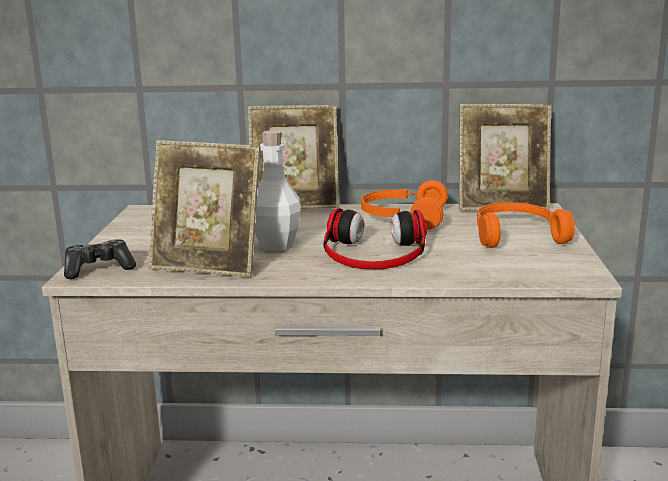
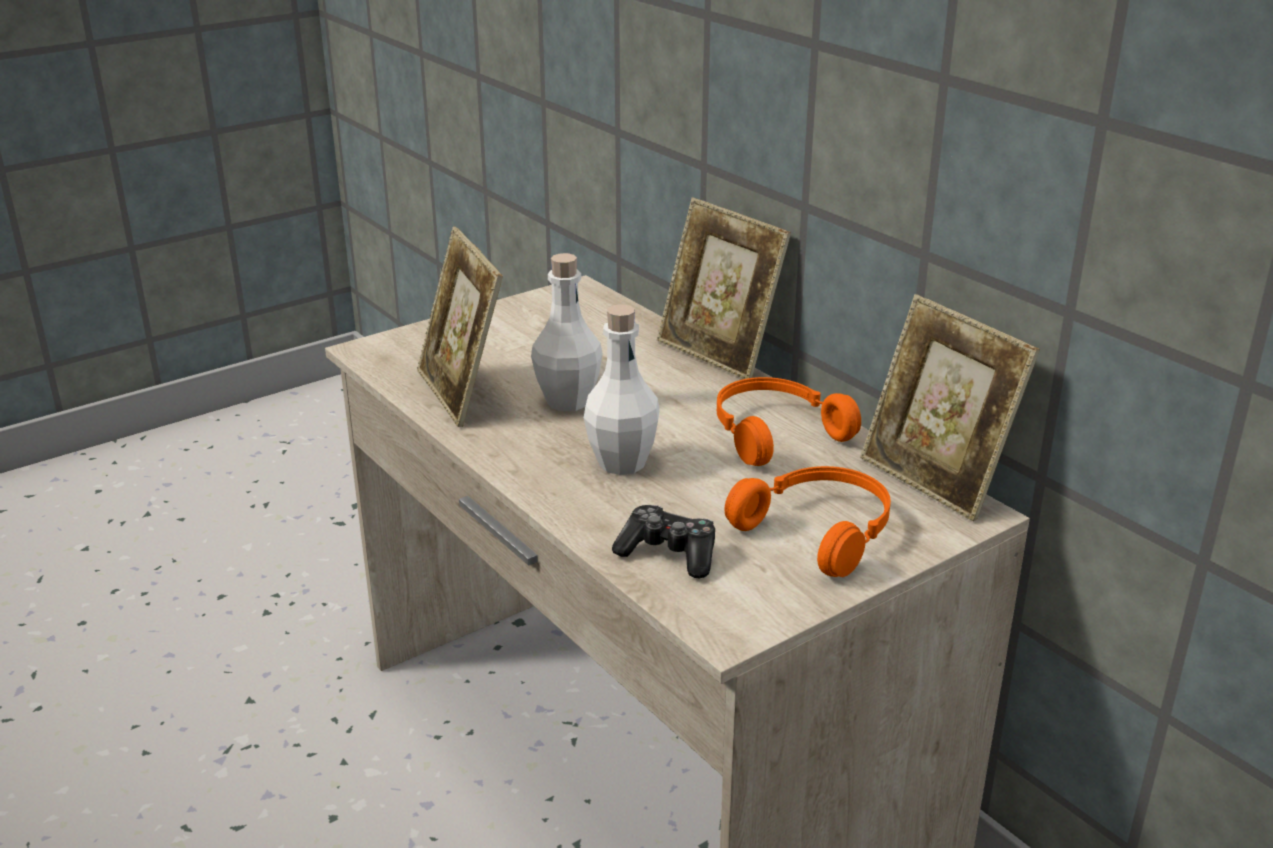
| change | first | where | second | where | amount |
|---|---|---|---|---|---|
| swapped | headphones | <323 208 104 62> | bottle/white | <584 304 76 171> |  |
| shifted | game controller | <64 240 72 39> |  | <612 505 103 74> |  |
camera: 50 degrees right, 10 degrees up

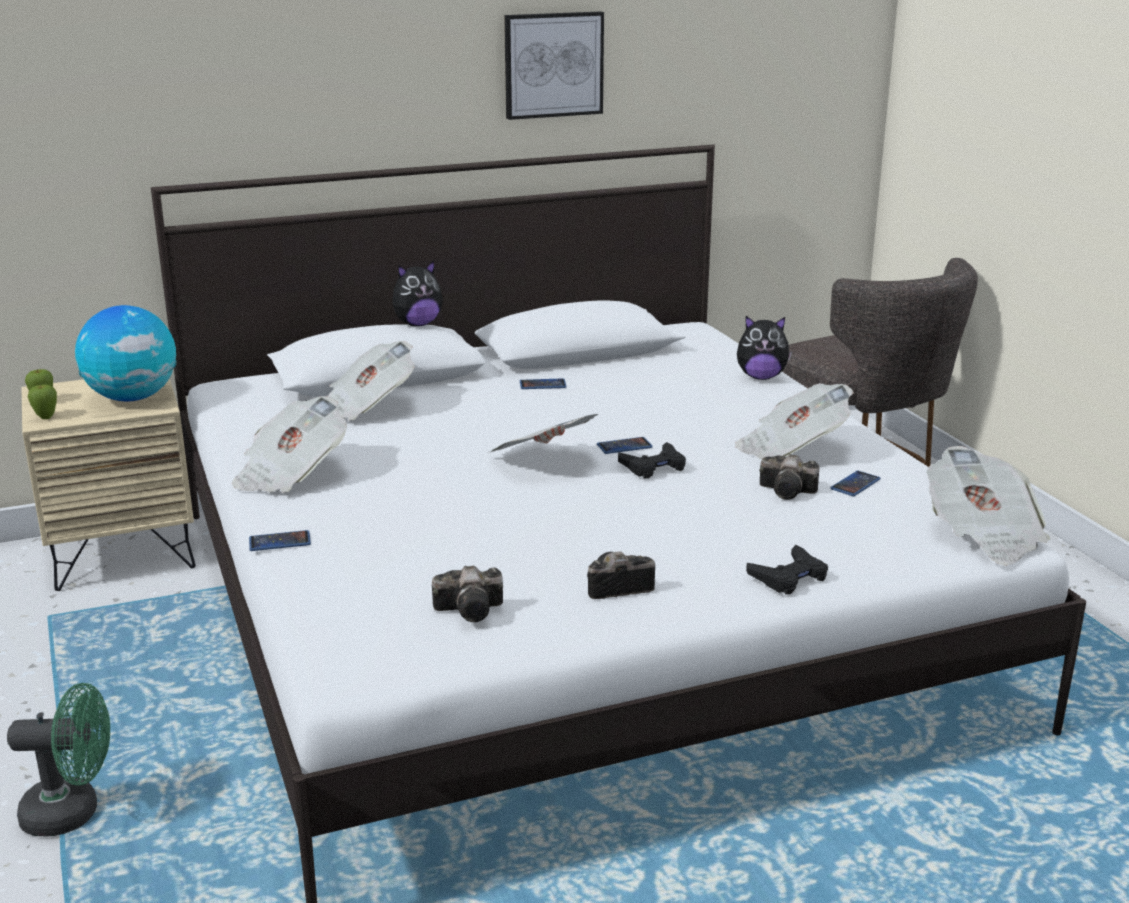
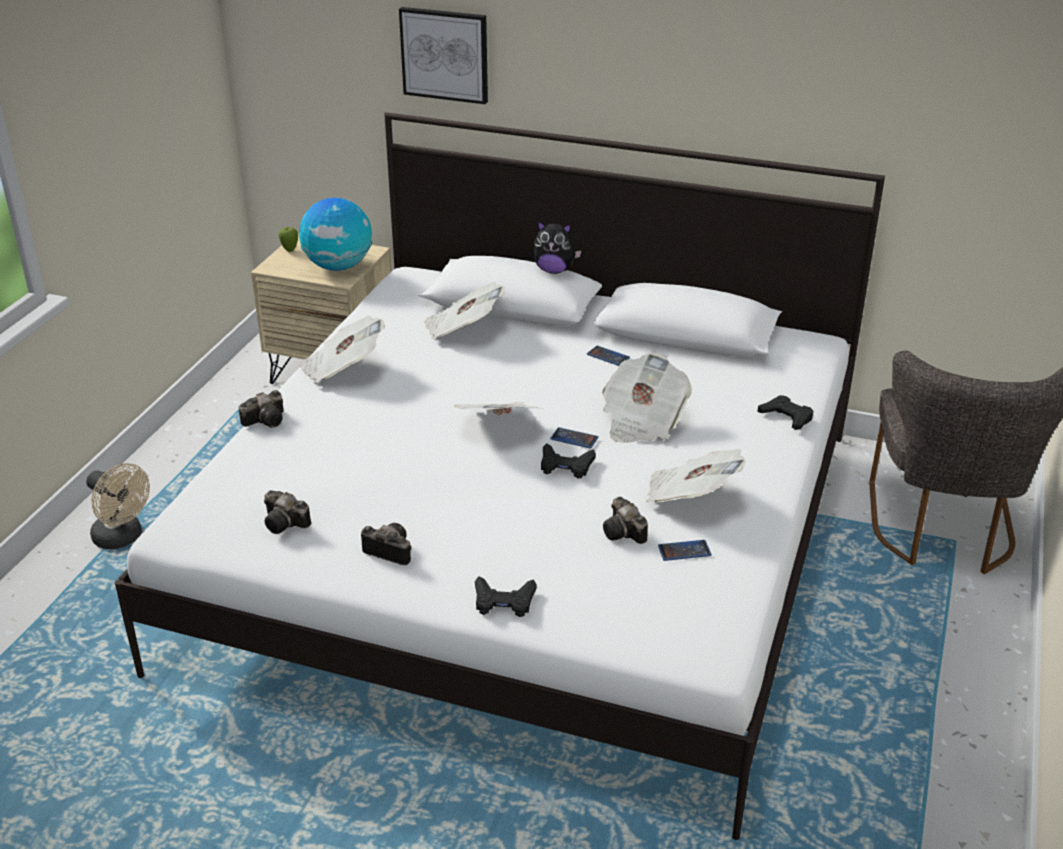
| change | first | where | second | where | amount |
|---|---|---|---|---|---|
| repainted | fan/green | <7 683 103 154> | fan/beige | <86 463 64 86> |  |
| swapped | phone | <249 530 62 21> | photo camera | <239 390 45 38> |  |
| shifted | picture | <504 11 100 109> |  | <399 7 89 97> |  |
| shifted | newspaper | <926 446 124 120> |  | <602 353 90 90> |  |
| swapped | plush toy | <737 316 55 64> | game controller/black | <758 395 56 35> |  |
| gone | apple | <28 384 29 35> |  |  |  |
camera: 40 degrees right, 10 degrees up

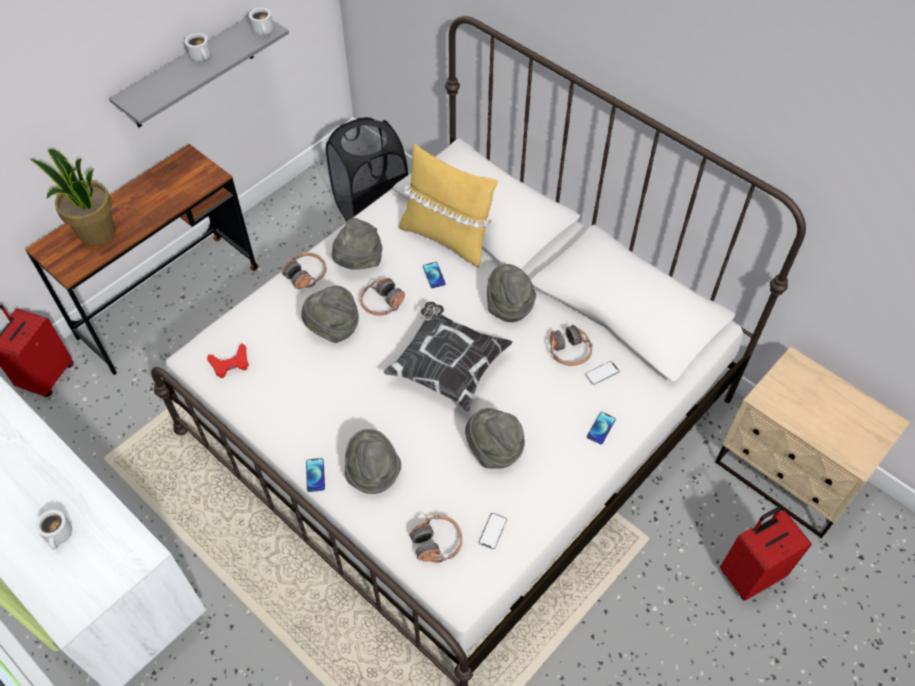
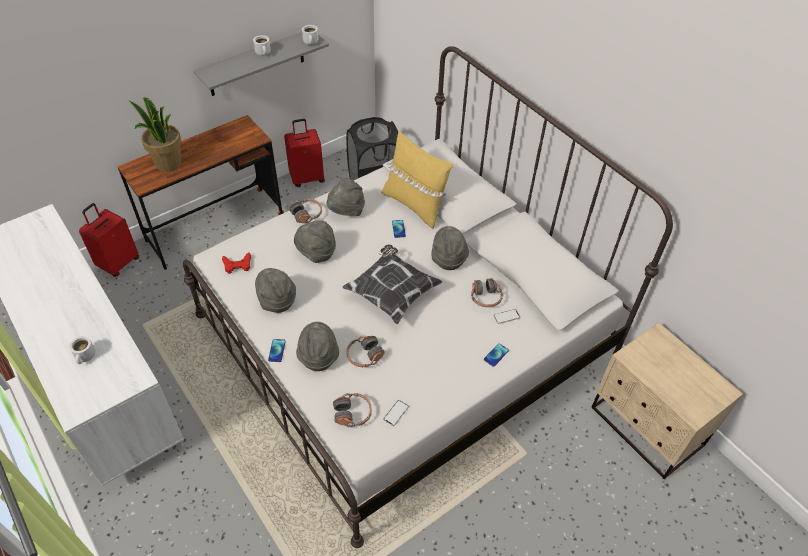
| change | first | where | second | where | amount |
|---|---|---|---|---|---|
| shifted | hat/grey | <465 408 60 61> |  | <255 268 41 45> |  |
| shifted | suitcase/red | <720 506 92 95> |  | <284 119 41 68> |  |
| shifted | headphones | <360 278 45 38> |  | <346 336 39 31> |  |
camera: 10 degrees right, 5 degrees down

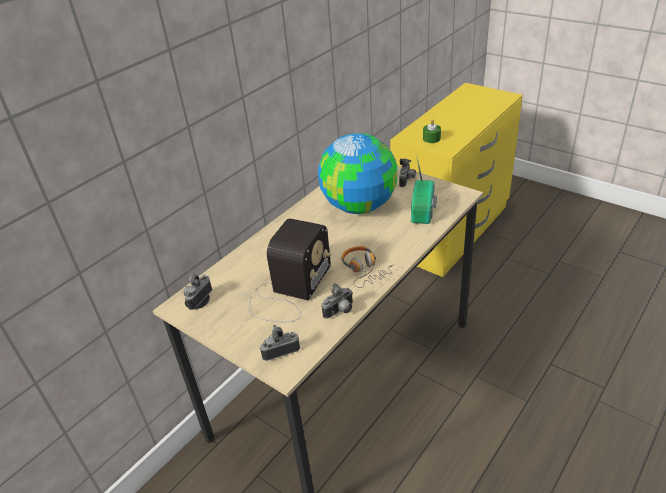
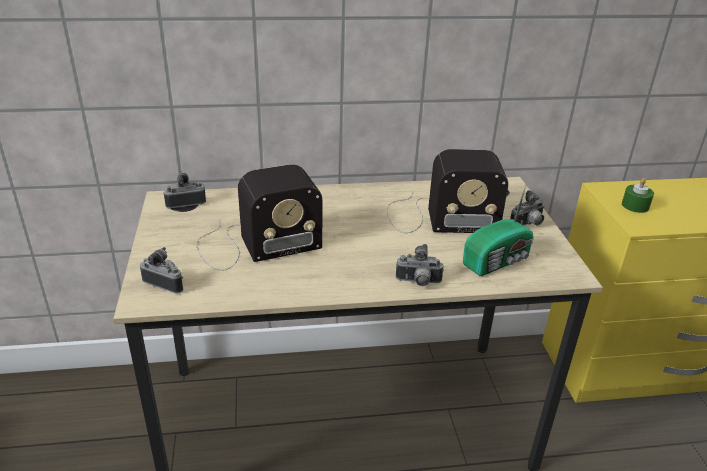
| change | first | where | second | where | amount |
|---|---|---|---|---|---|
| swapped | globe | <318 133 79 81> | radio | <387 149 121 84> |  |
| shifted | photo camera | <322 283 31 36> |  | <396 244 48 42> |  |
| gone | headphones | <341 246 52 42> |  |  |  |
camera: 40 degrees right, 5 degrees down

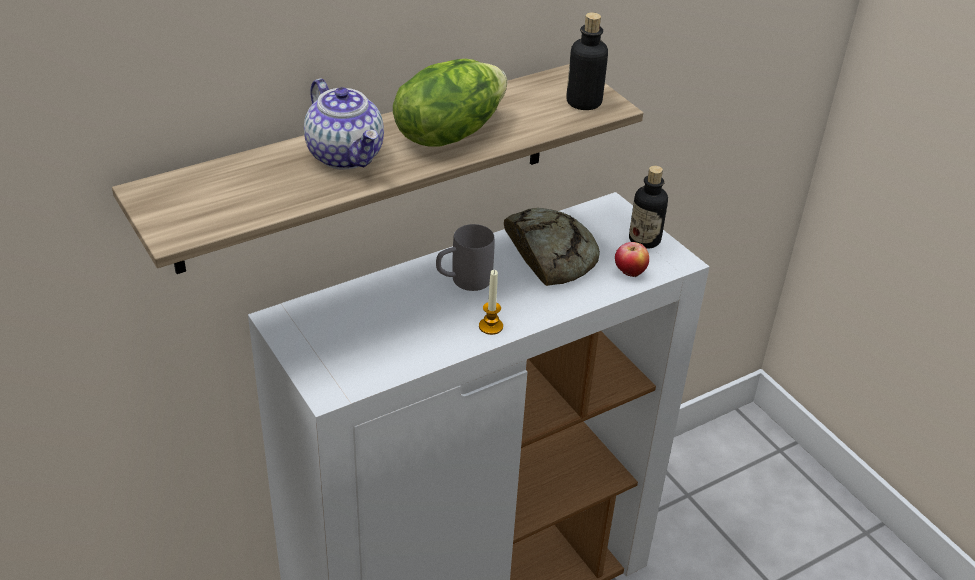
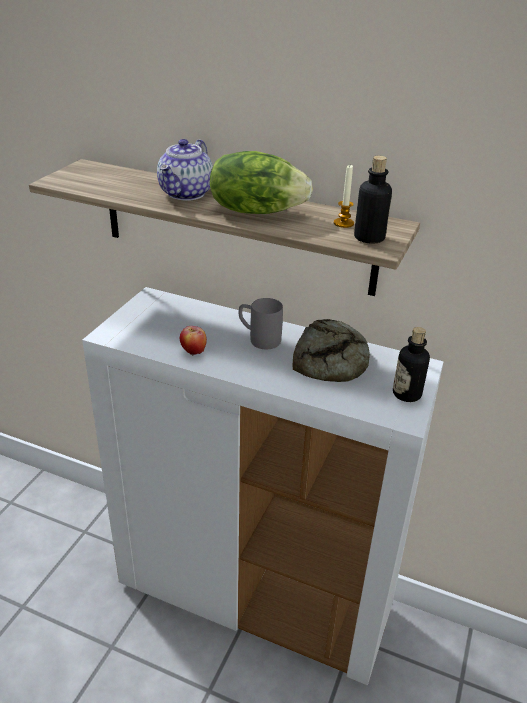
| change | first | where | second | where | amount |
|---|---|---|---|---|---|
| shifted | apple | <615 242 34 35> |  | <180 326 27 29> |  |
| shifted | candle | <479 270 24 65> |  | <334 165 20 63> |  |
camera: 55 degrees right, 5 degrees down

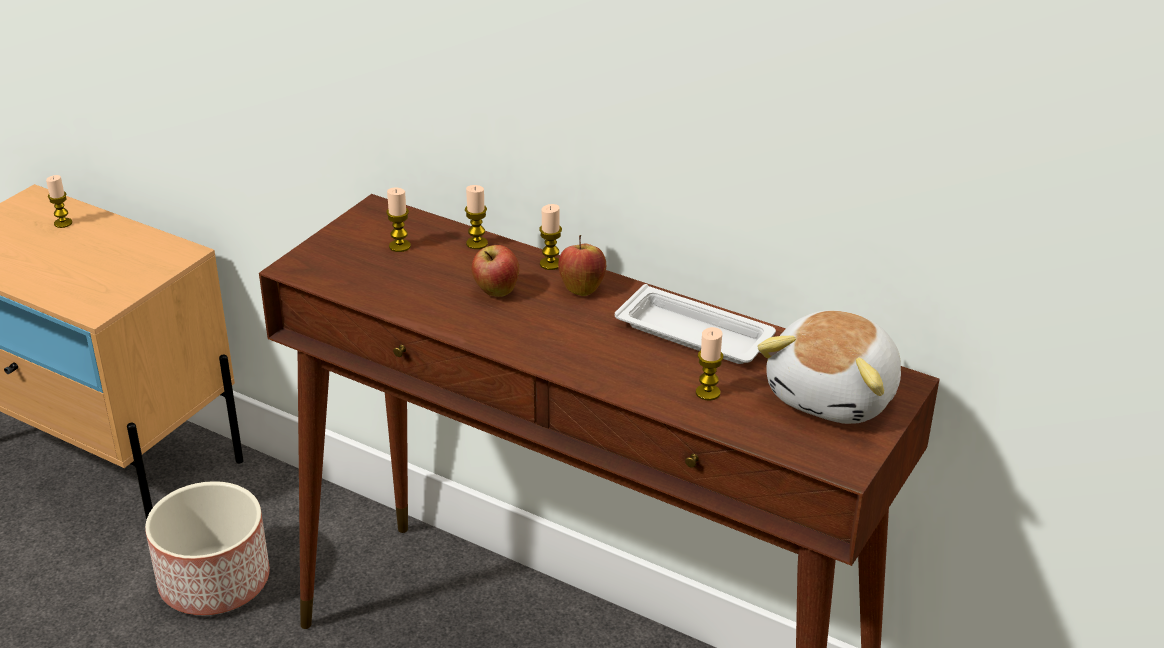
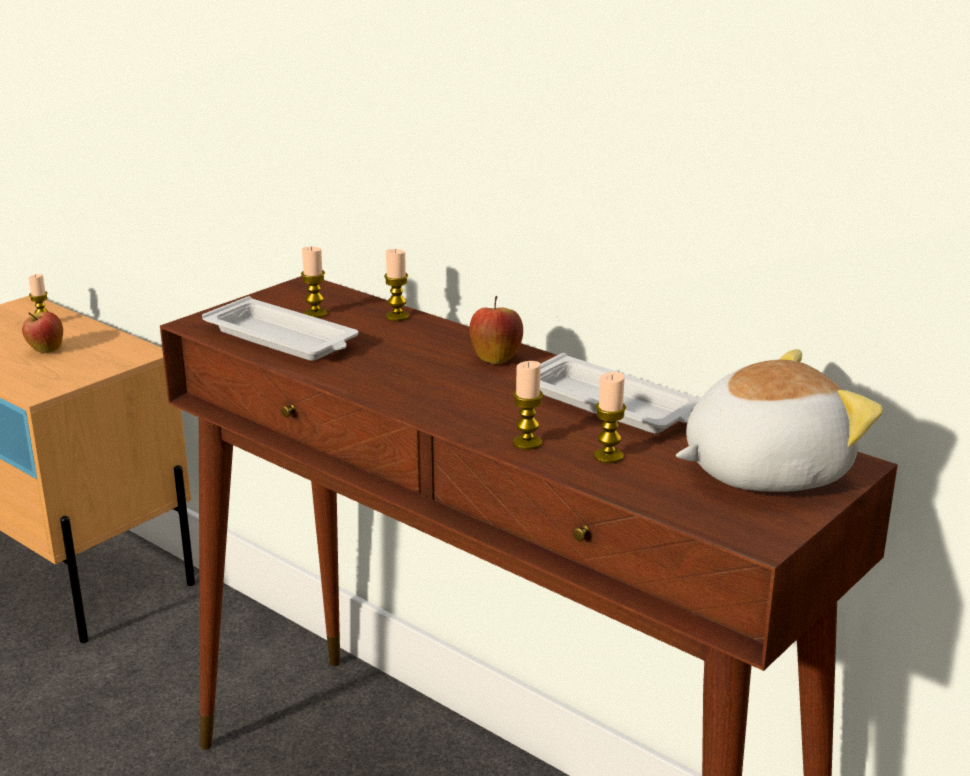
| change | first | where | second | where | amount |
|---|---|---|---|---|---|
| shifted | apple | <472 245 47 52> |  | <22 311 41 42> |  |
| new |  |  | tray/white | <202 296 157 65> |  |
| shifted | candle | <539 204 23 66> |  | <513 361 30 89> |  |
| rotated | plush toy | <757 310 144 114> |  | <676 349 207 143> | 150 degrees counterclockwise |
| gone | planter | <145 481 125 134> |  |  |  |
camera: 10 degrees right, 10 degrees down

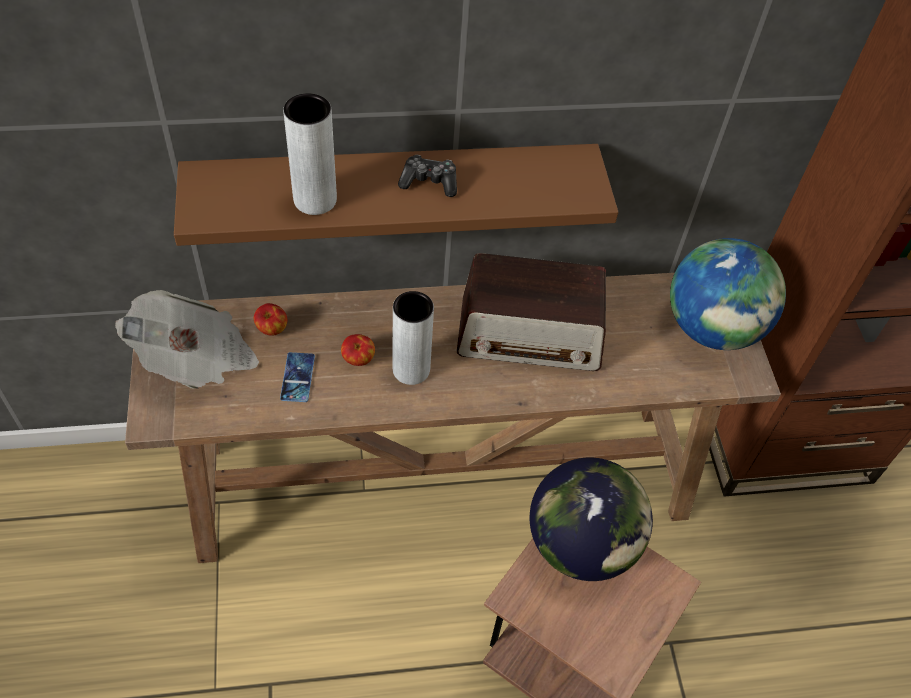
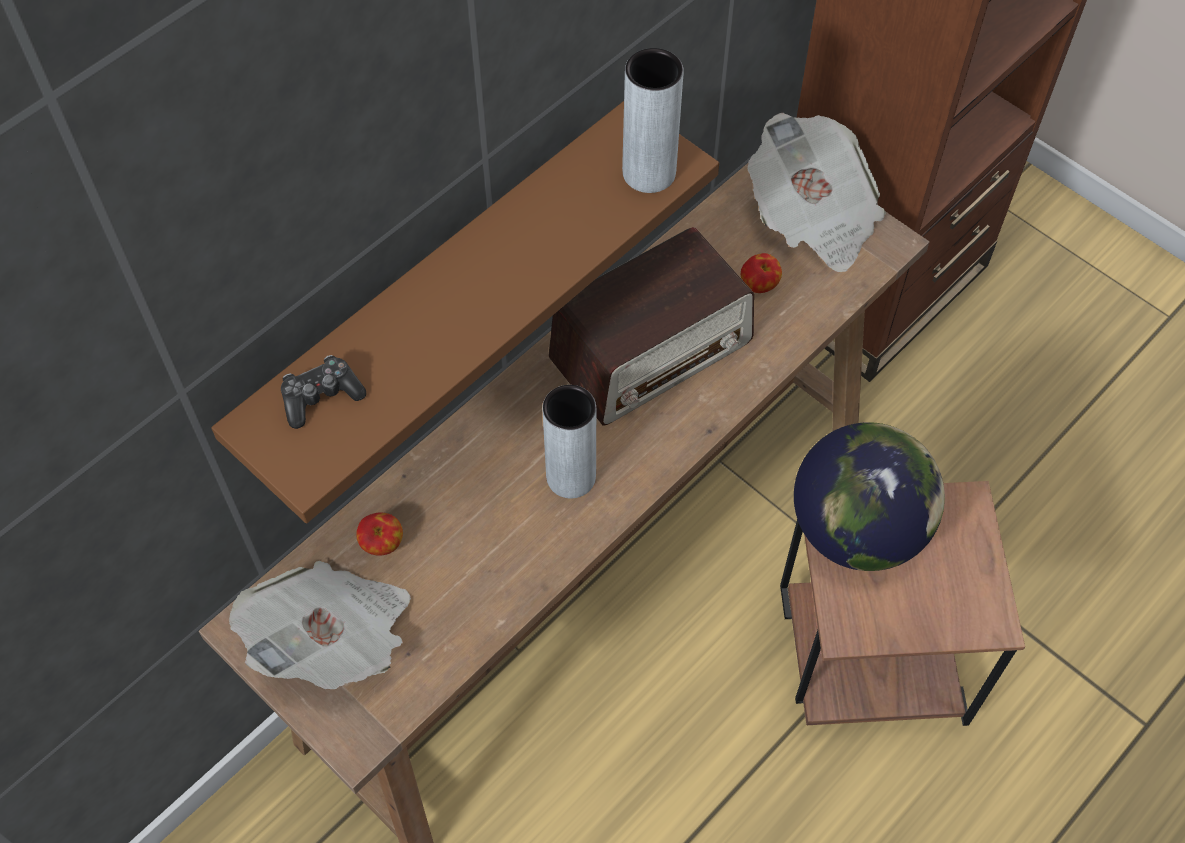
| change | first | where | second | where | amount |
|---|---|---|---|---|---|
| shifted | game controller | <398 155 59 42> |  | <281 355 85 74> |  |
| shifted | vase/grey | <283 93 54 122> |  | <622 48 62 145> |  |
| shifted | apple | <341 334 34 32> |  | <741 253 41 40> |  |
| swapped | globe | <670 238 116 112> | newspaper | <748 113 138 159> |  |
| gone | phone | <280 352 35 50> |  |  |  |
camera: 35 degrees left, 5 degrees up

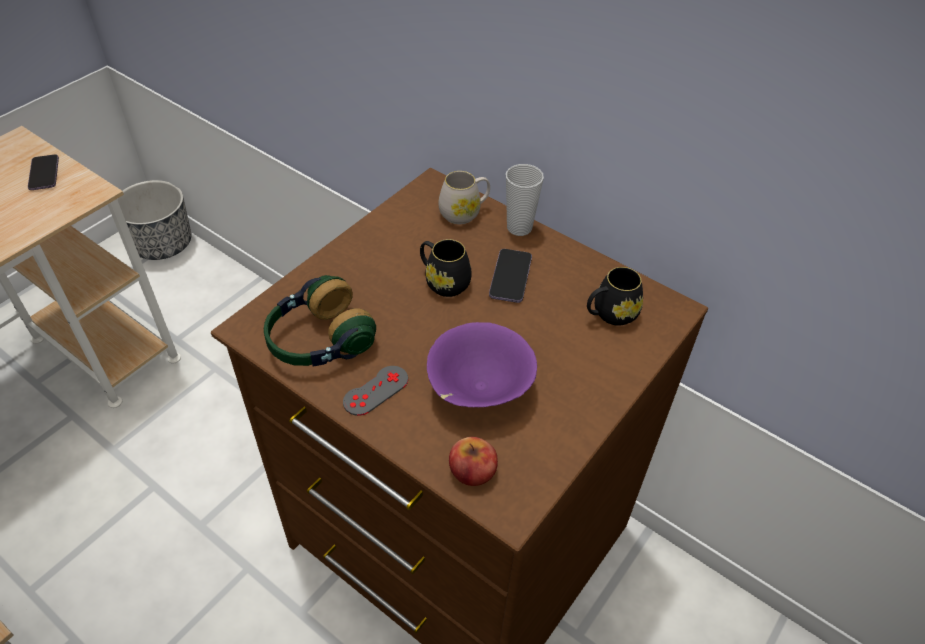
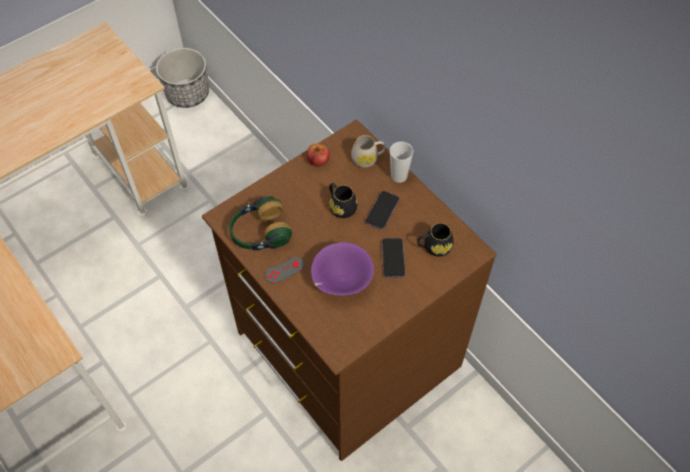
| change | first | where | second | where | amount |
|---|---|---|---|---|---|
| shifted | apple | <449 437 49 49> |  | <306 143 24 24> |  |
| shifted | phone | <28 154 31 36> |  | <382 238 23 40> |  |
camera: 15 degrees right, 10 degrees up

